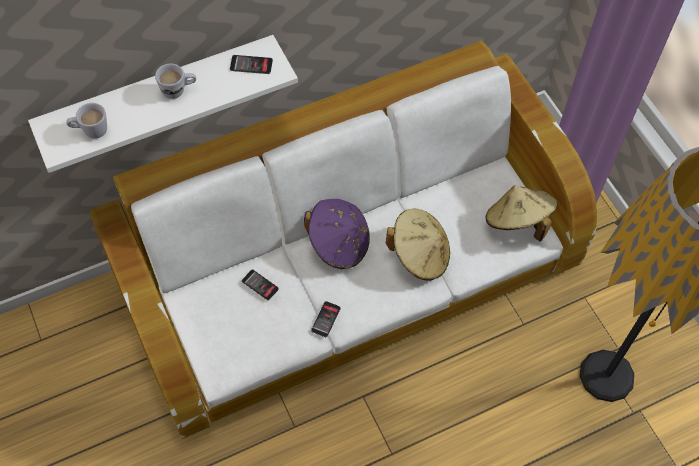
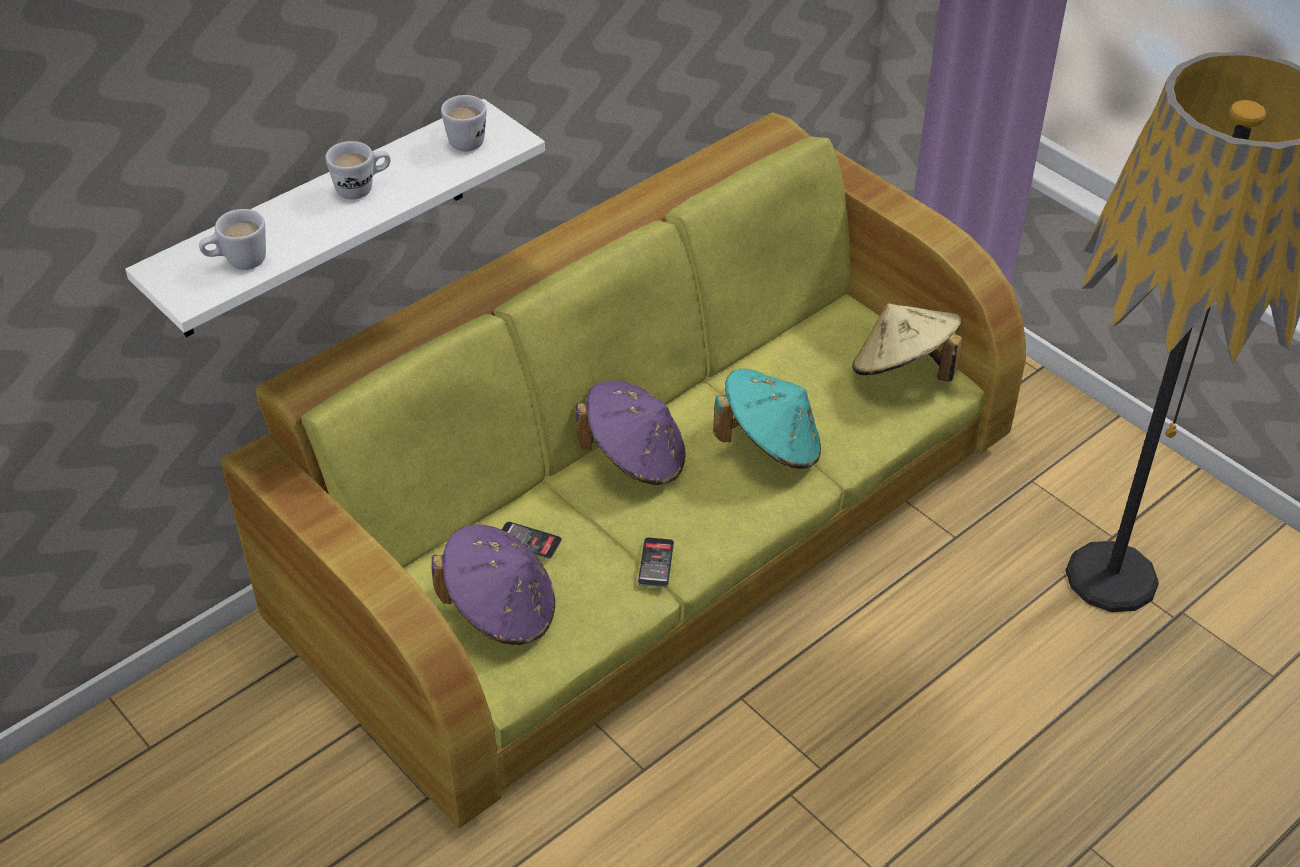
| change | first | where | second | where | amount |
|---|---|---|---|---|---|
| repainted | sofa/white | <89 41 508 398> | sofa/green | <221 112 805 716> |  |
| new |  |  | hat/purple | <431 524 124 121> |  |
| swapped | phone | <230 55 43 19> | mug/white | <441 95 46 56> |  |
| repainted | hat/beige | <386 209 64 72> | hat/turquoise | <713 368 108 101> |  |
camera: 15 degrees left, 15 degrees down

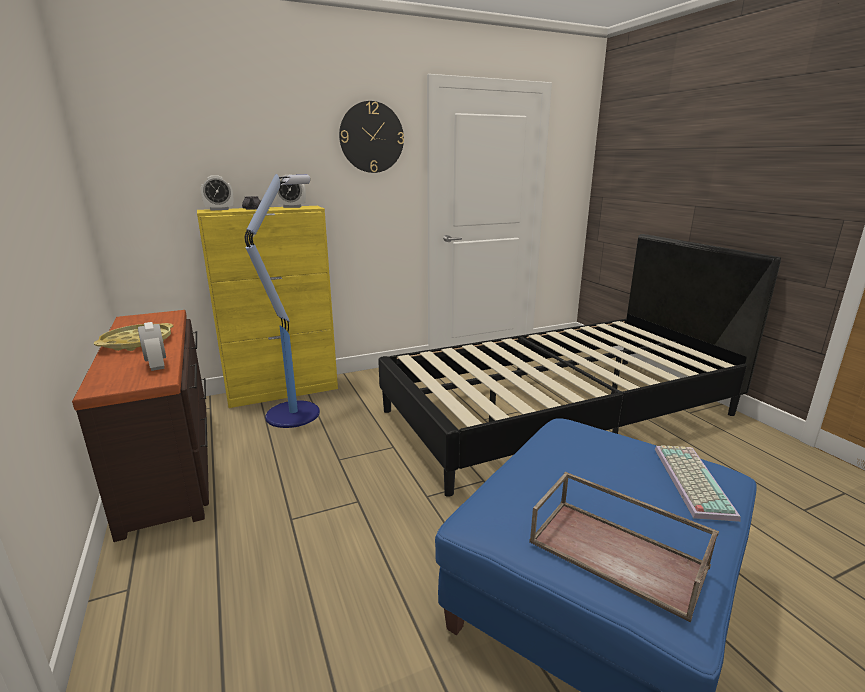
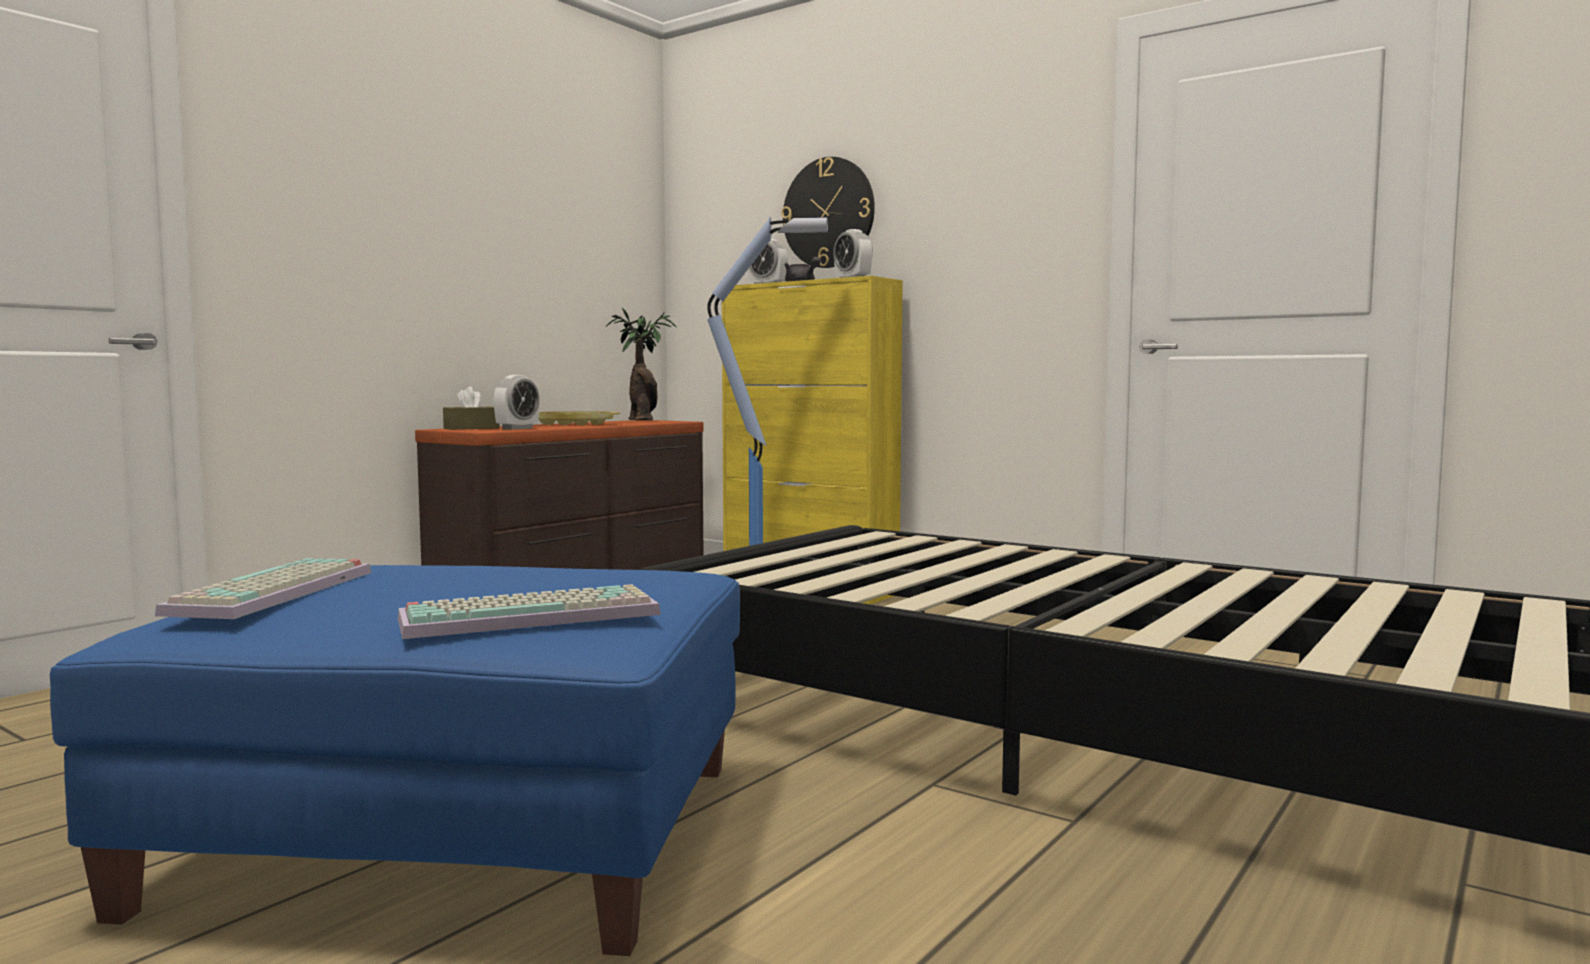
| change | first | where | second | where | amount |
|---|---|---|---|---|---|
| swapped | tray/brown | <529 472 190 150> | keyboard | <155 558 217 61> |  |
| new |  |  | tissue box/brown | <443 387 57 43> |  |
| new |  |  | potted plant | <606 308 71 112> |  |
| shifted | wall clock | <339 101 65 72> |  | <781 157 94 111> |  |
camera: 60 degrees right, 15 degrees down

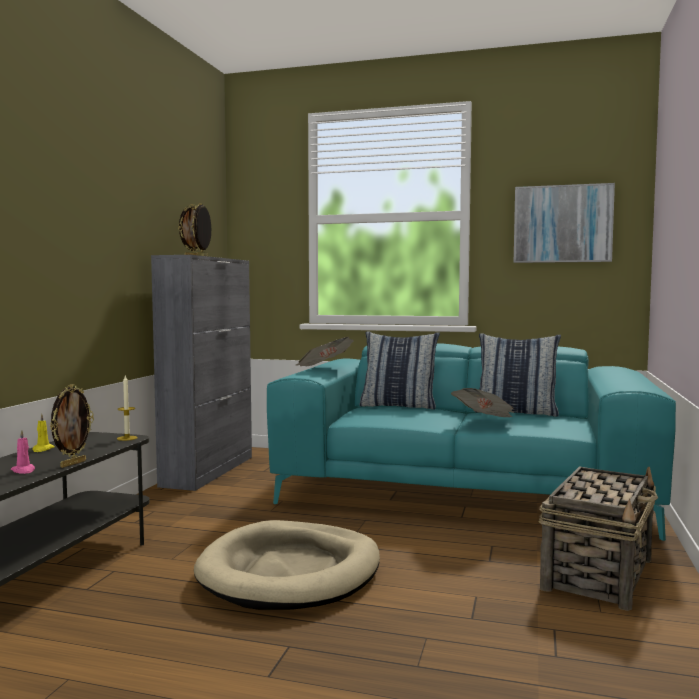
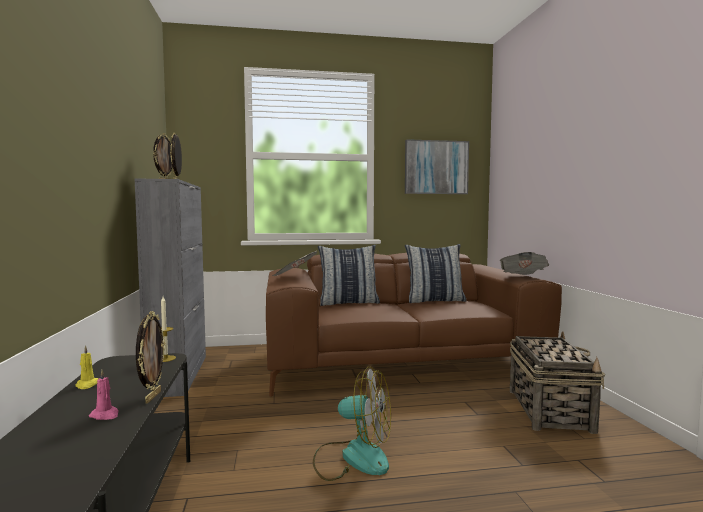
| change | first | where | second | where | amount |
|---|---|---|---|---|---|
| repainted | sofa/turquoise | <267 343 409 198> | sofa/brown | <266 253 296 144> |  |
| swapped | dog bed/beige | <194 520 186 90> | fan | <313 367 78 114> |  |
| shifted | newspaper | <451 388 64 29> |  | <500 252 49 23> |  |
camera: 25 degrees left, 0 degrees up

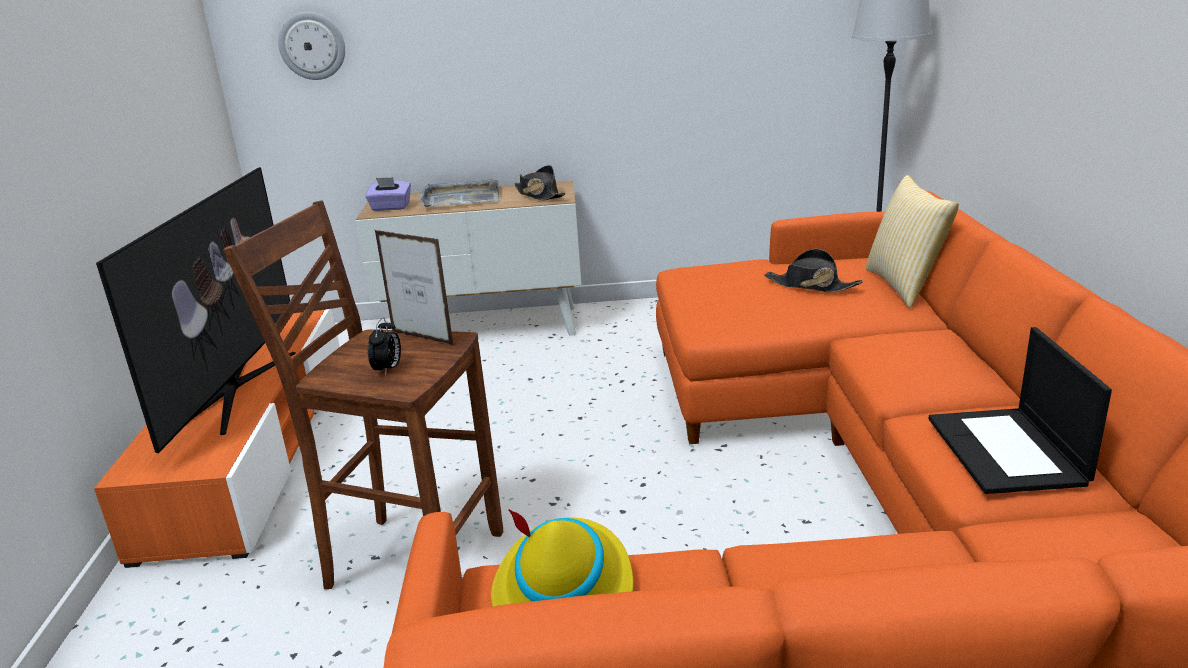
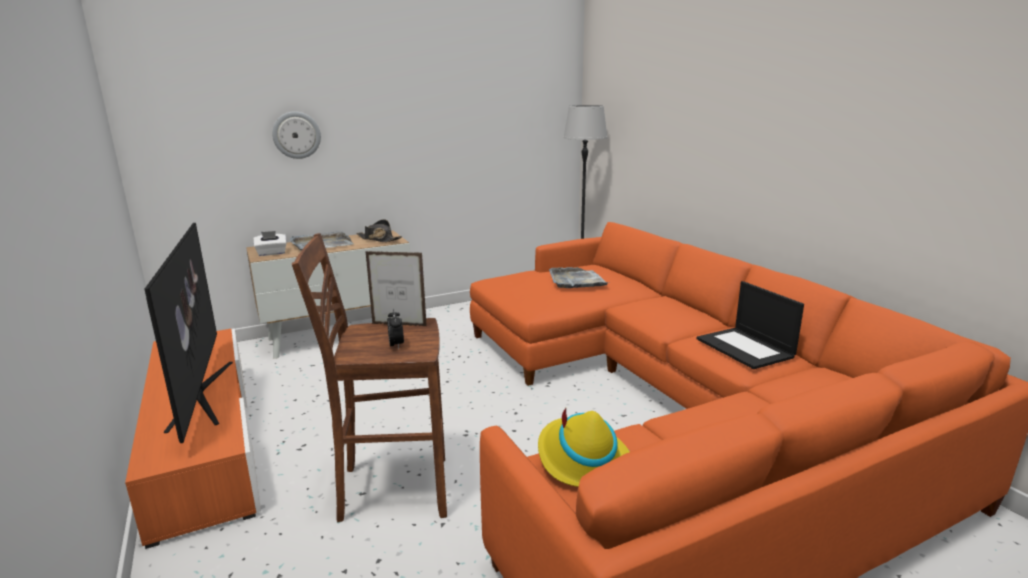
| change | first | where | second | where | amount |
|---|---|---|---|---|---|
| repainted | tissue box/purple | <365 177 46 34> | tissue box/white | <253 231 33 25> |  |
| shifted | wall clock | <278 12 67 68> |  | <272 111 49 48> |  |
| swapped | hat/black | <764 249 98 43> | tray/grey | <549 267 60 21> |  |
| gone | pillow | <866 175 93 133> |  |  |  |
camera: 25 degrees left, 5 degrees down

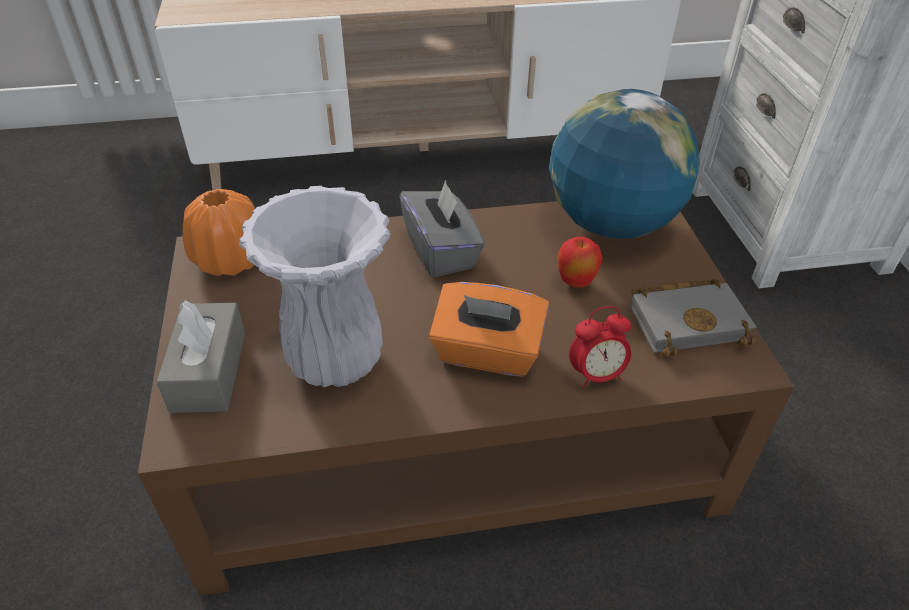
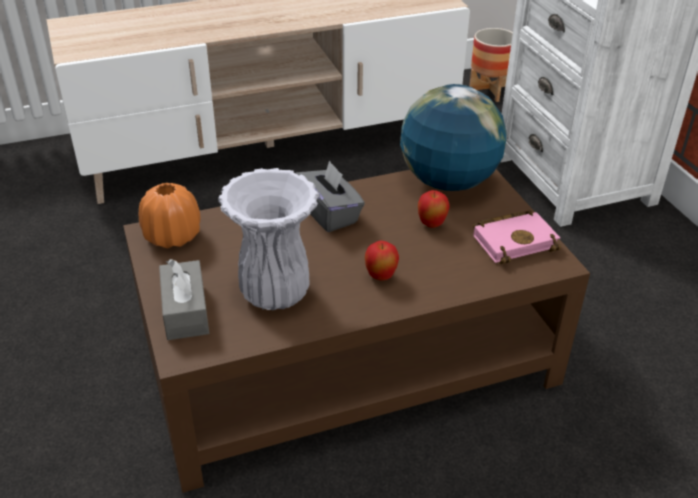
| change | first | where | second | where | amount |
|---|---|---|---|---|---|
| swapped | tissue box/orange | <429 282 120 95> | apple | <365 241 34 40> |  |
| new |  |  | planter | <469 28 44 74> |  |
| repainted | book/grey | <631 279 125 77> | book/pink | <473 210 88 54> |  |
| gone | alarm clock | <569 306 63 83> |  |  |  |
camera: 10 degrees left, 5 degrees down

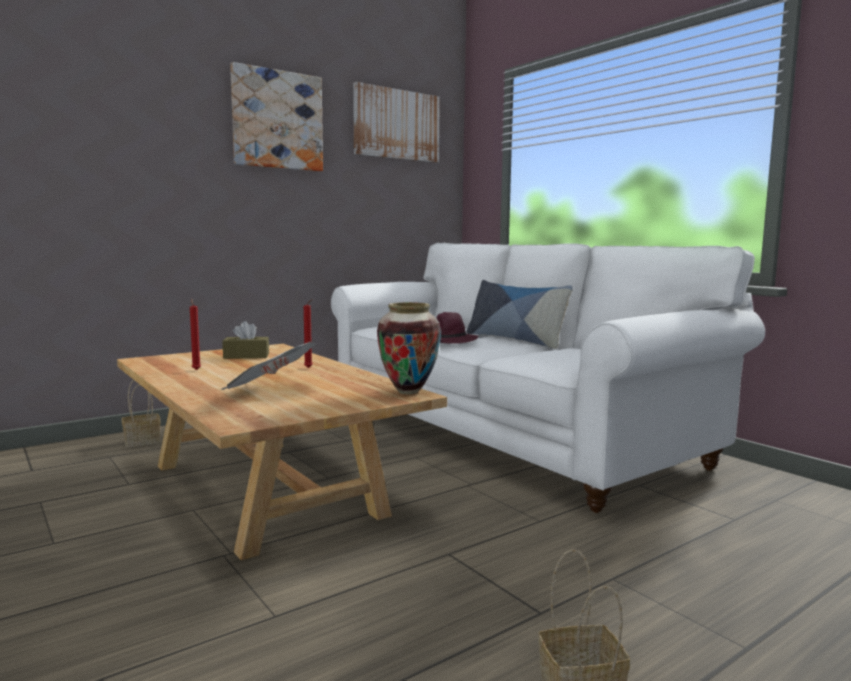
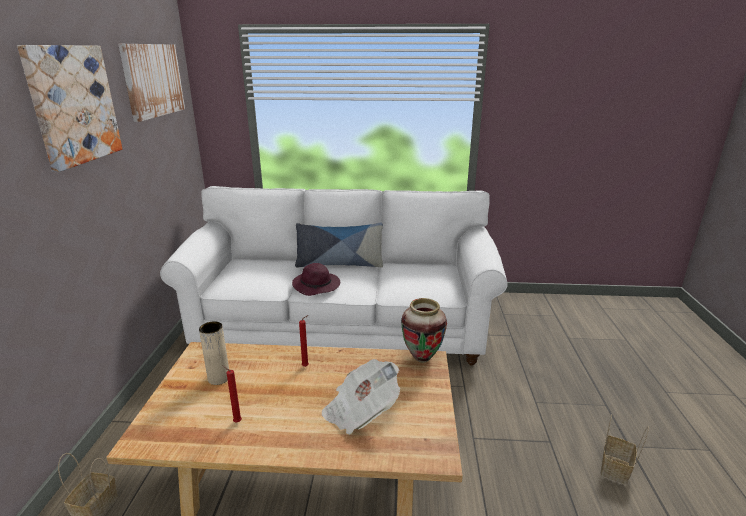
| change | first | where | second | where | amount |
|---|---|---|---|---|---|
| swapped | tissue box/brown | <222 321 47 38> | vase/beige | <199 321 30 64> |  |
camera: 50 degrees left, 15 degrees up

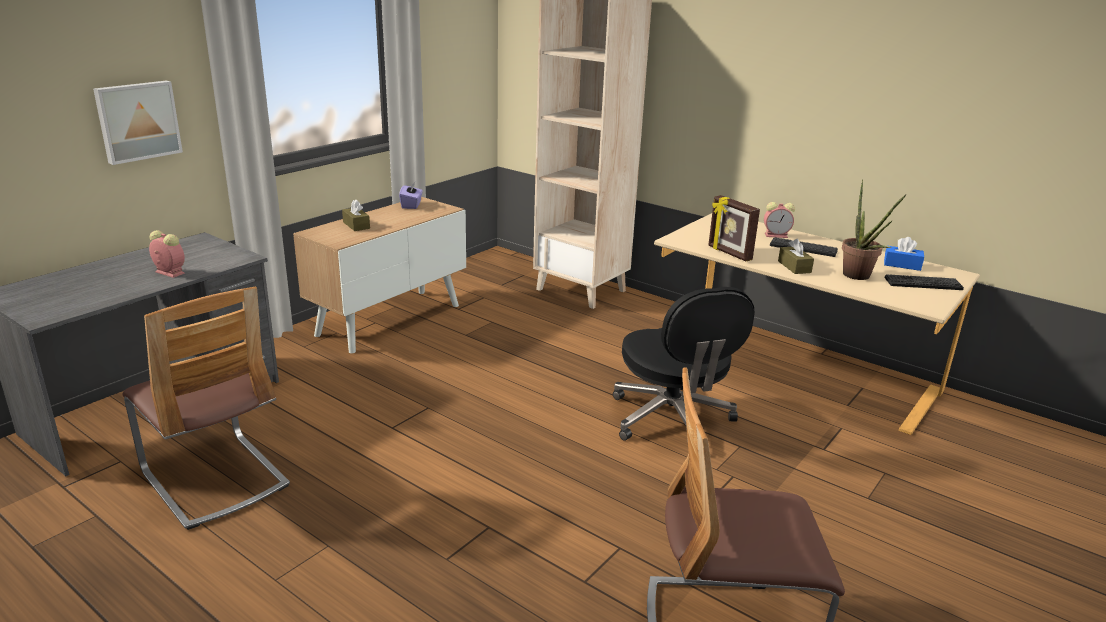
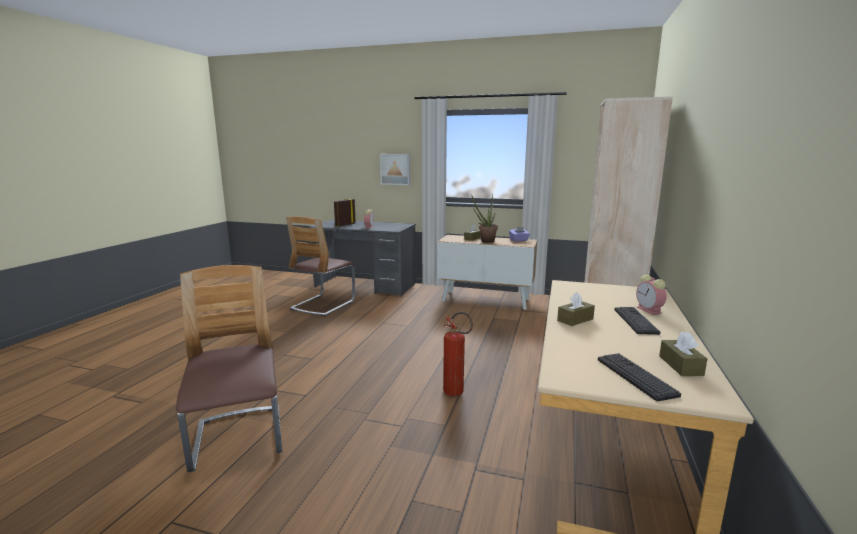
| change | first | where | second | where | amount |
|---|---|---|---|---|---|
| shifted | picture frame | <708 195 52 66> |  | <334 199 22 28> |  |
| swapped | office chair/black | <613 287 142 154> | fire extinguisher | <443 312 30 84> |  |
| shifted | potted plant | <842 179 64 101> |  | <471 194 27 49> |  |
| repainted | tissue box/blue | <884 237 40 34> | tissue box/brown | <659 331 48 45> |  |
camera: 70 degrees right, 10 degrees down

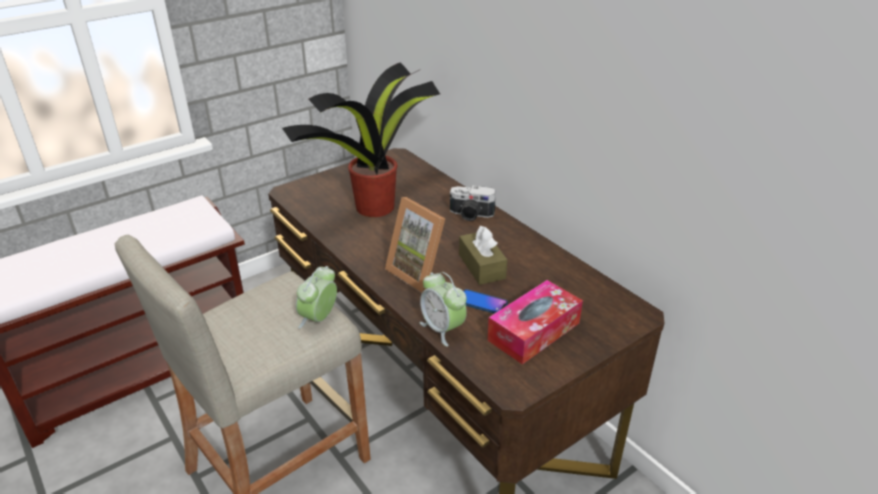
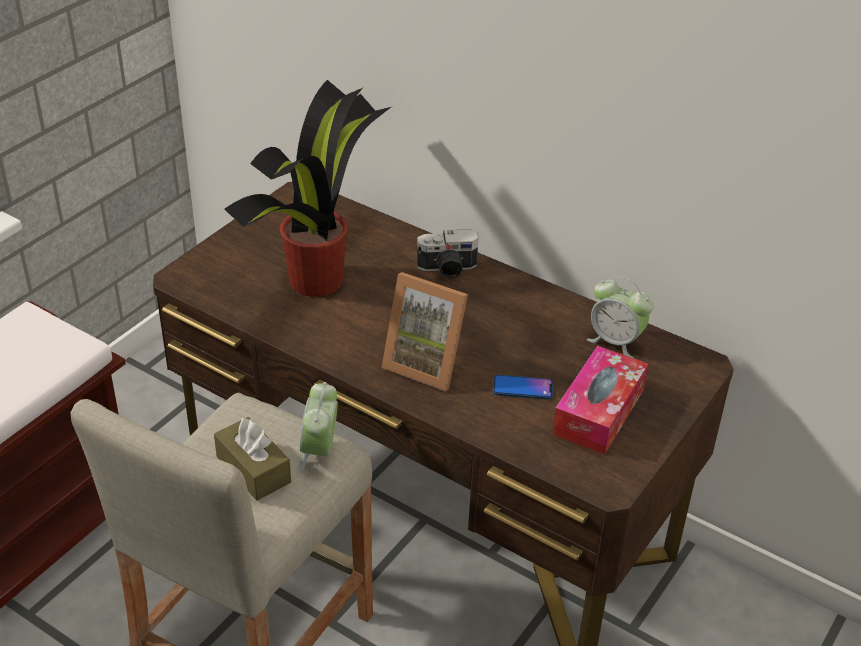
| change | first | where | second | where | amount |
|---|---|---|---|---|---|
| shifted | tissue box/brown | <459 226 48 59> |  | <214 417 77 84> |  |
| shifted | alarm clock | <420 272 47 75> |  | <587 277 67 81> |  |
camera: 20 degrees left, 5 degrees up

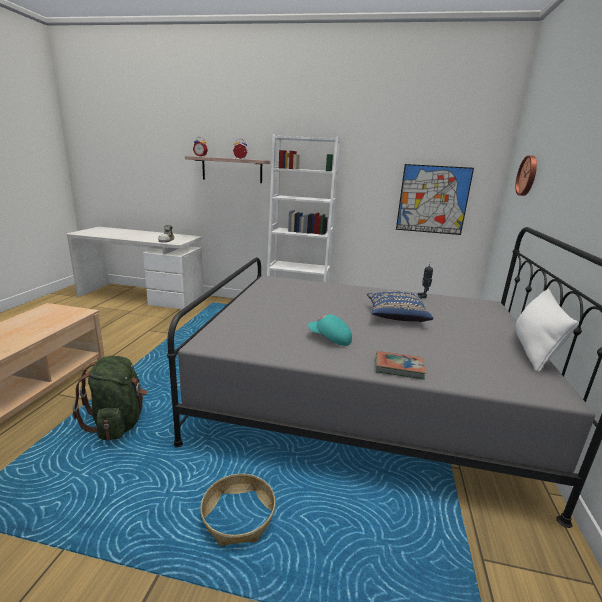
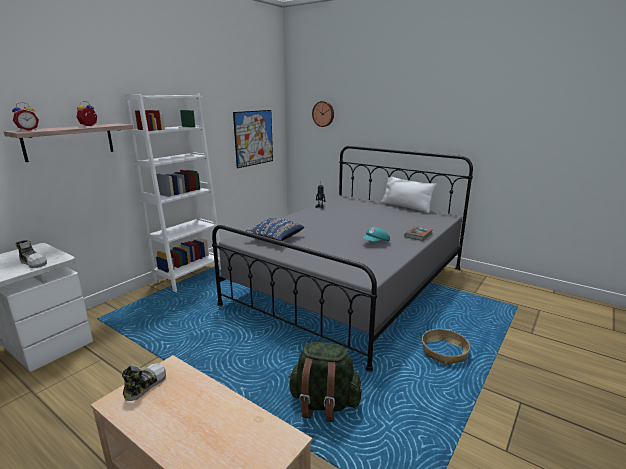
| change | first | where | second | where | amount |
|---|---|---|---|---|---|
| new |  |  | shoe | <122 363 44 38> |  |
| shifted | pillow/blue | <367 291 66 31> |  | <246 218 58 23> |  |
camera: 65 degrees left, 0 degrees up

